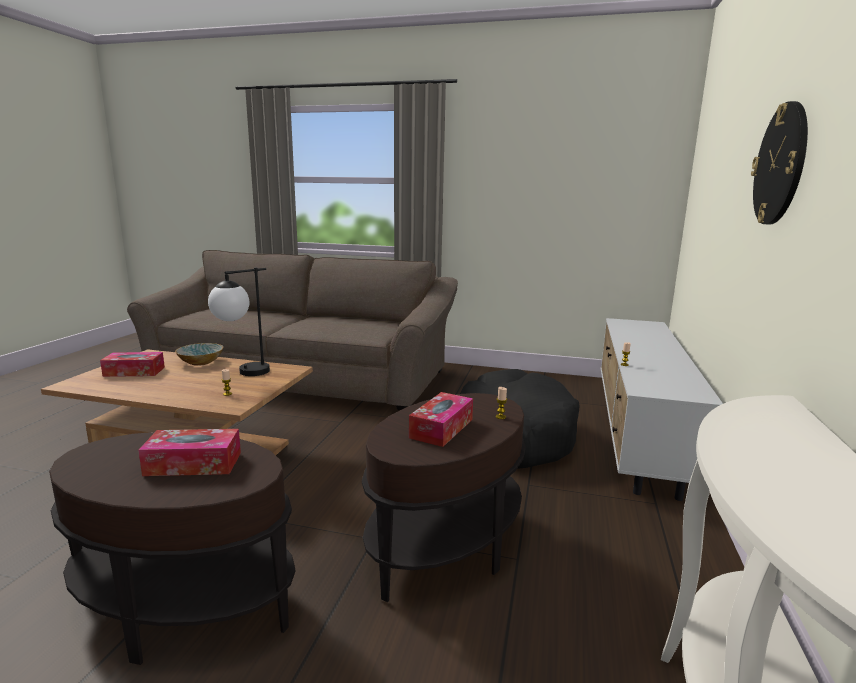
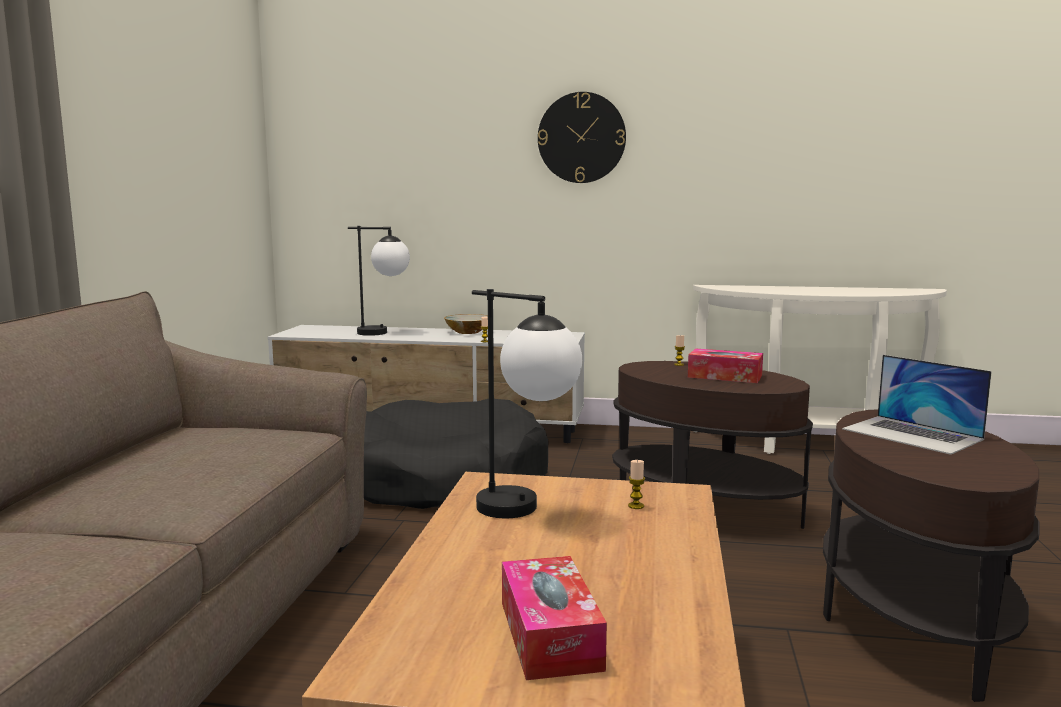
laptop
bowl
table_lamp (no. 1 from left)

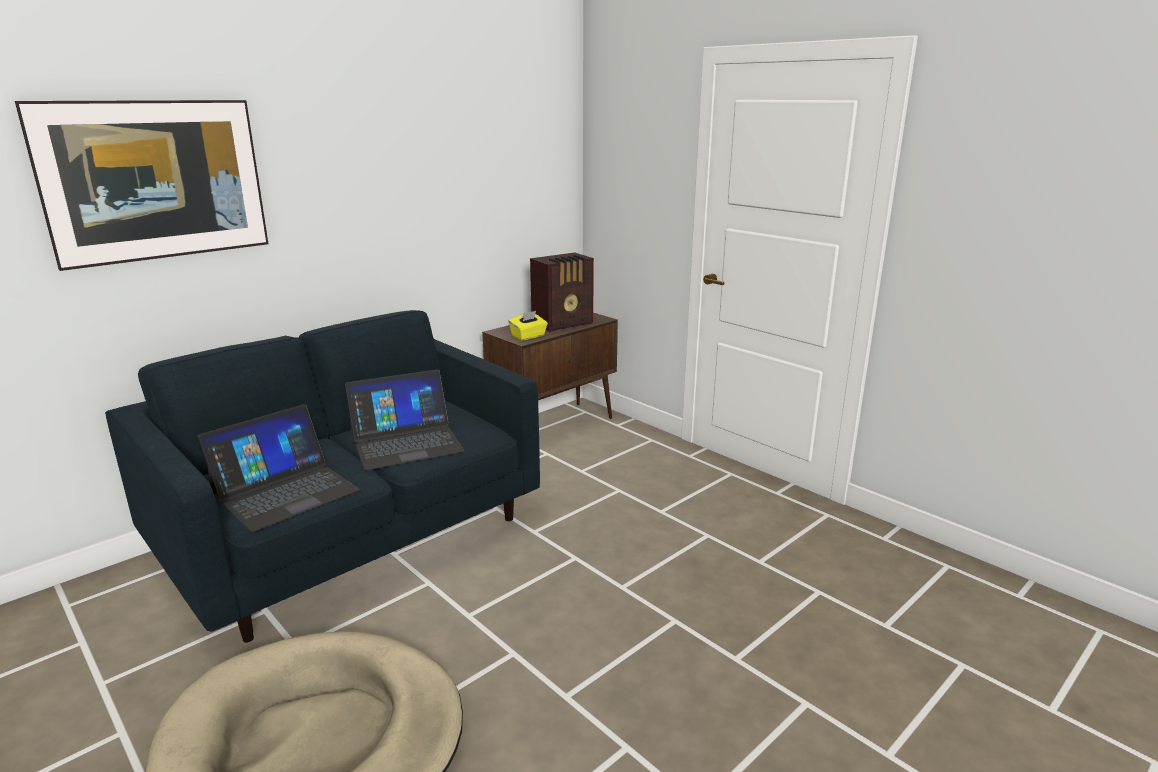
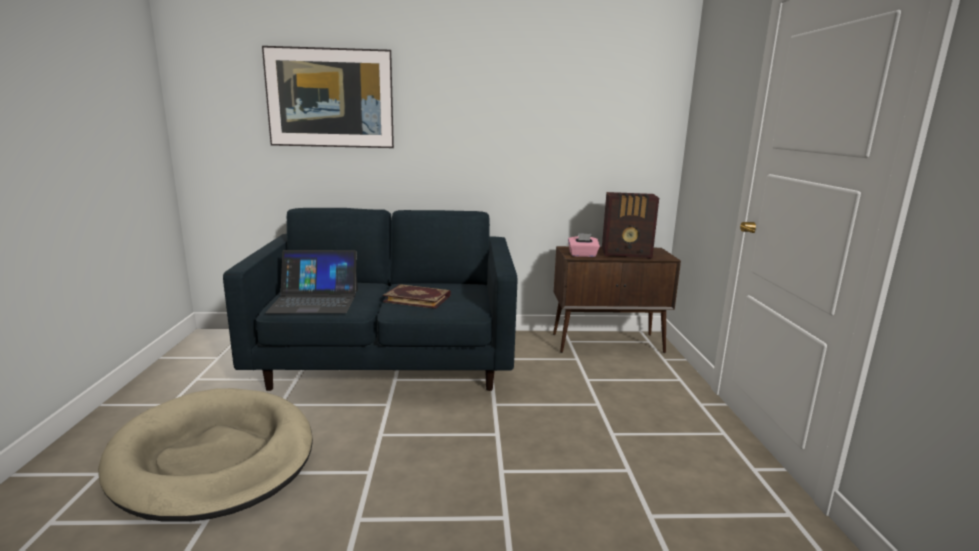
book
pink_tissue_box

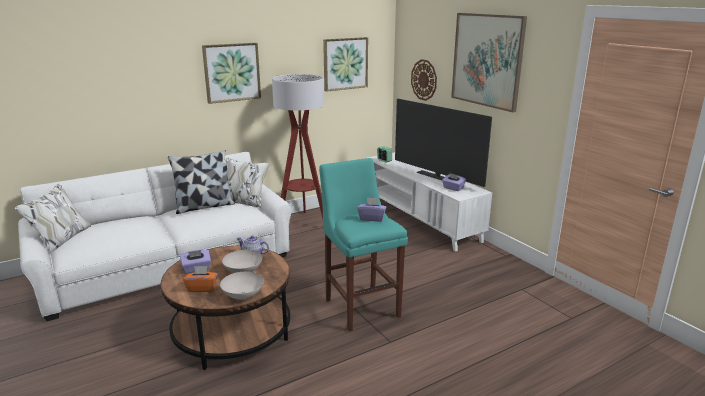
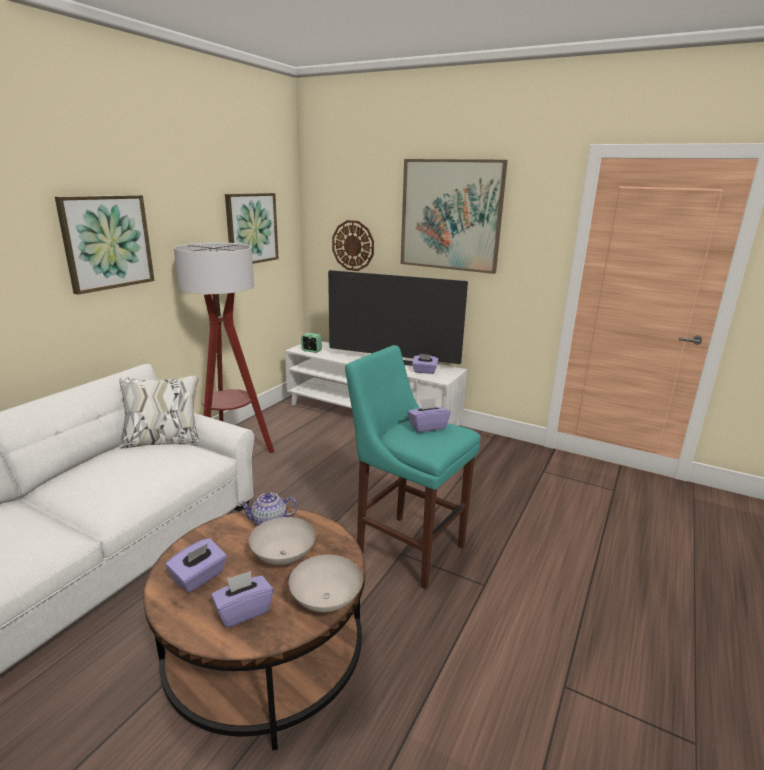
pillow
purple_tissue_box (no. 2 from left)

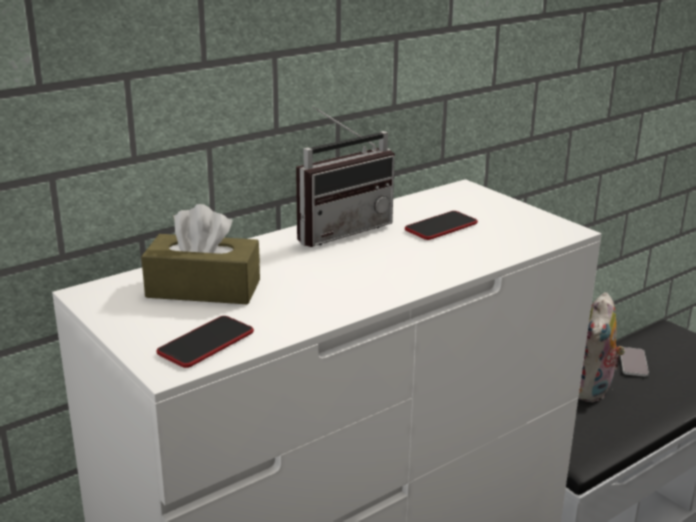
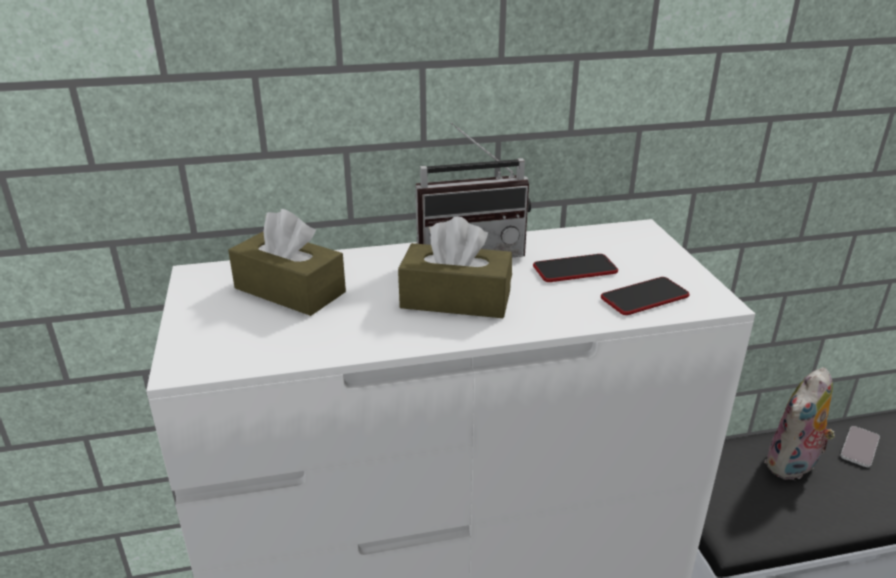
phone (no. 2 from left)
brown_tissue_box (no. 2 from left)

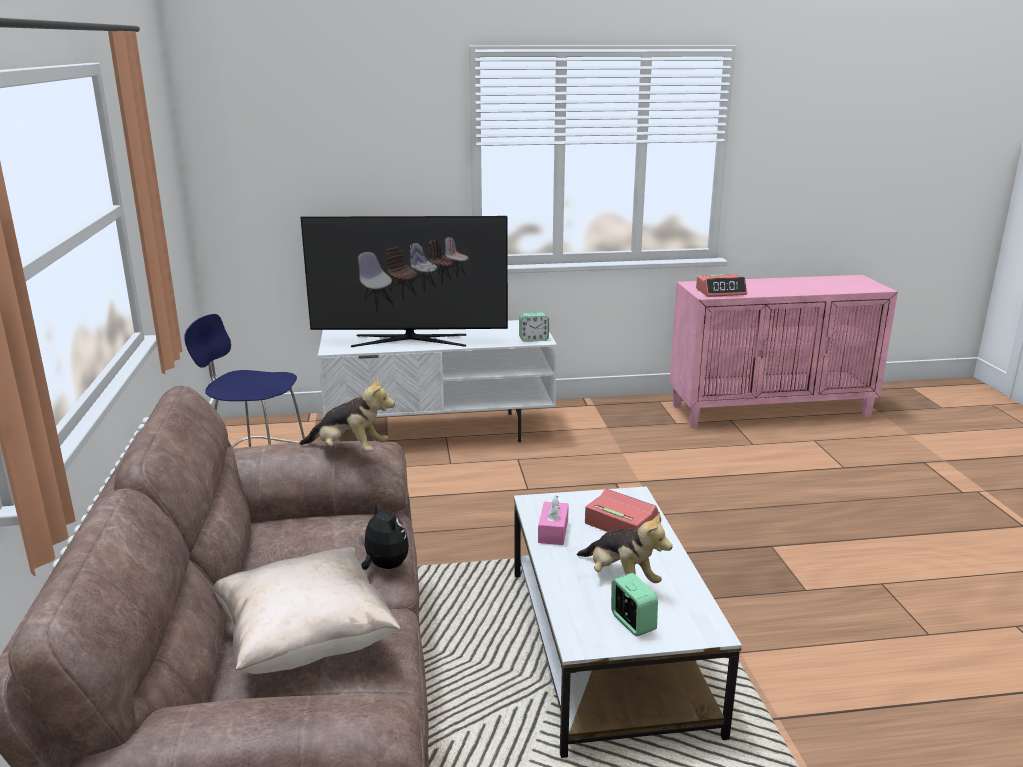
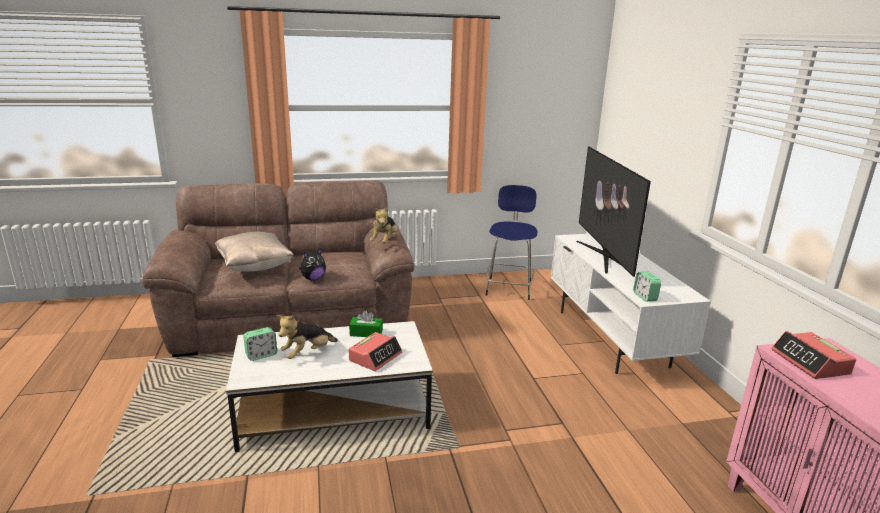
green_tissue_box

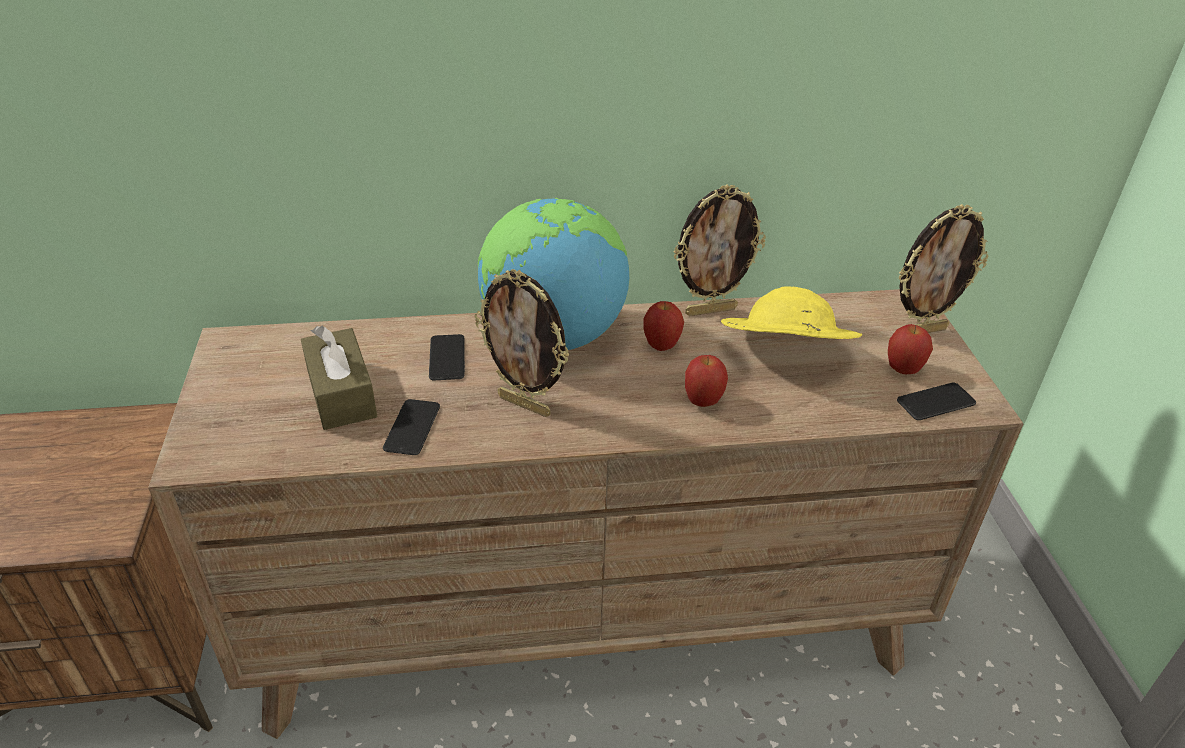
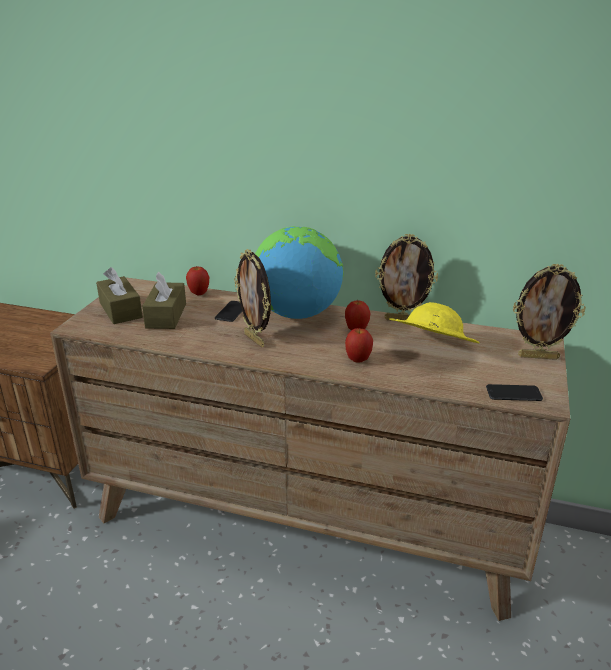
phone (no. 1 from left in the first image)
apple (no. 1 from left)
brown_tissue_box (no. 1 from left)

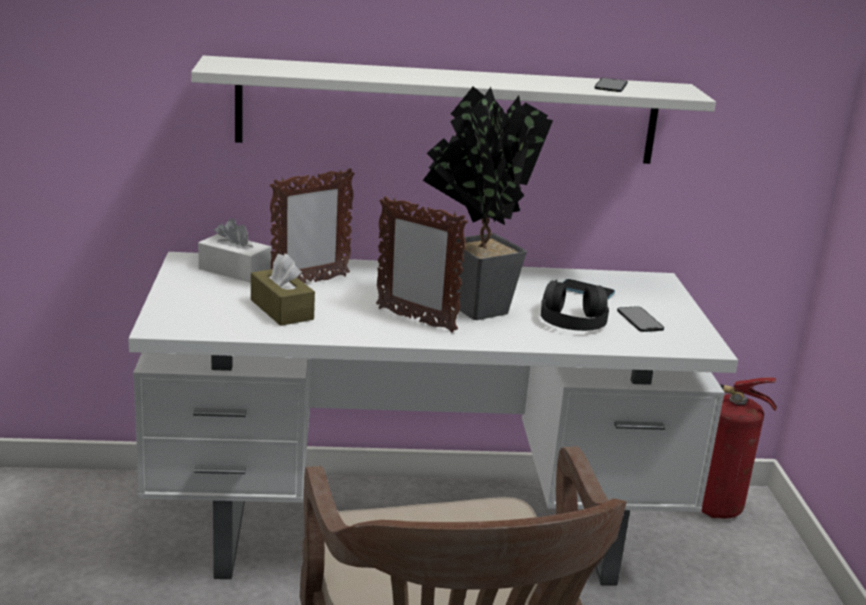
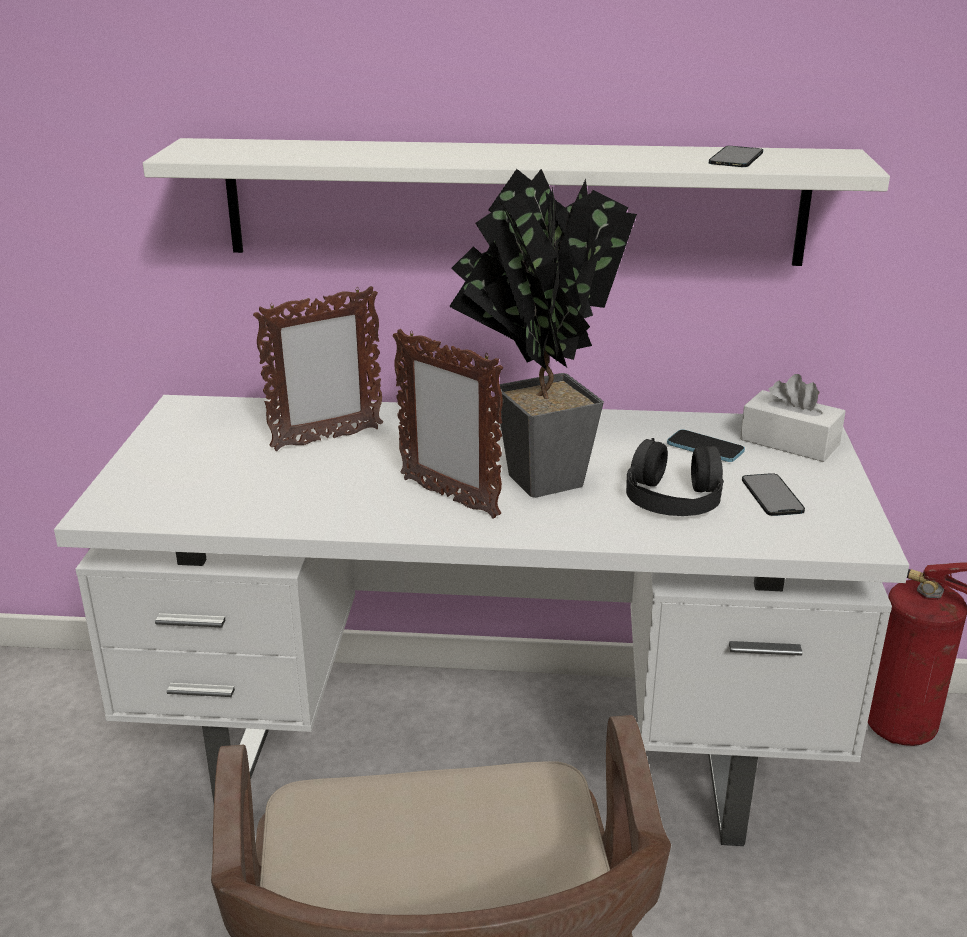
white_tissue_box
brown_tissue_box

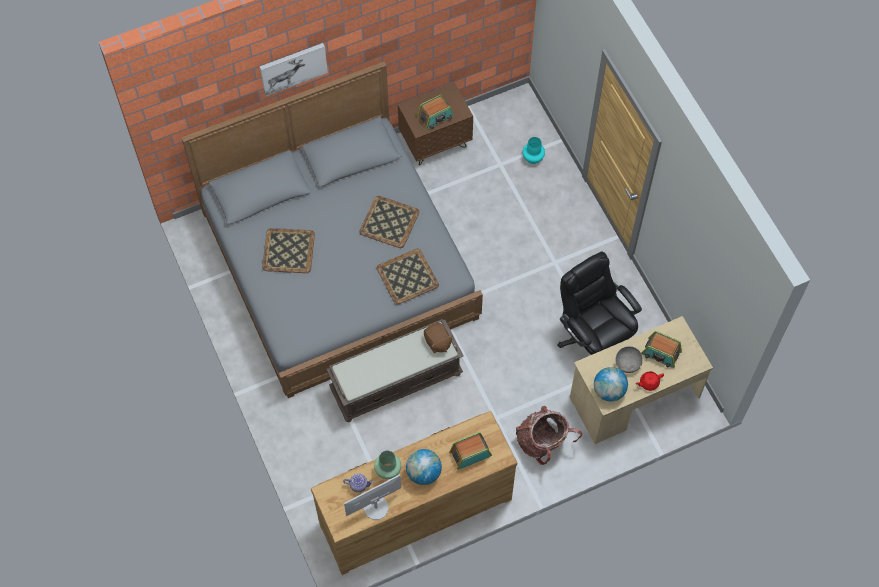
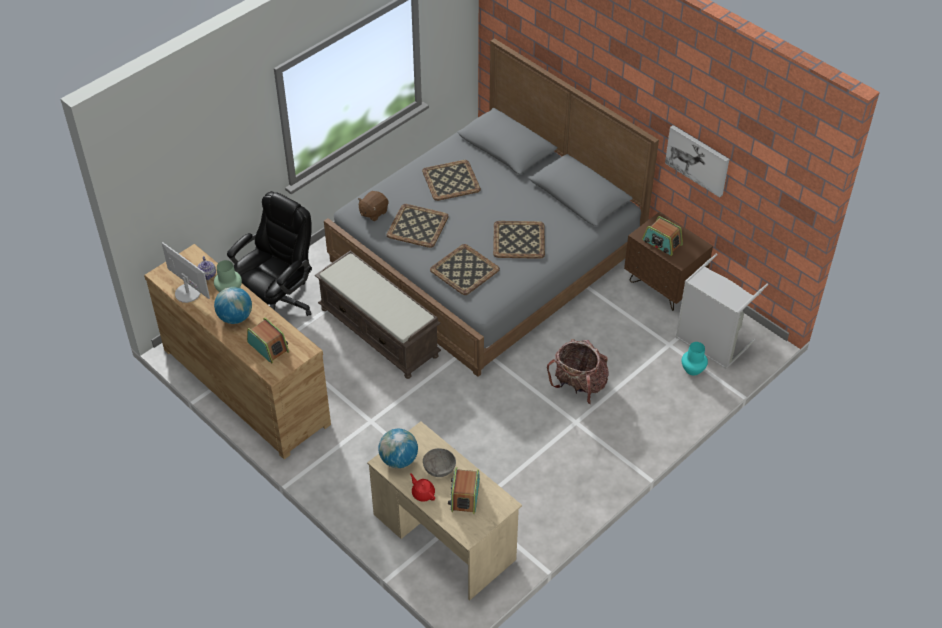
picture
brown_plush_toy
backpack
black_office_chair
tray (no. 1 from left)
grey_laundry_basket

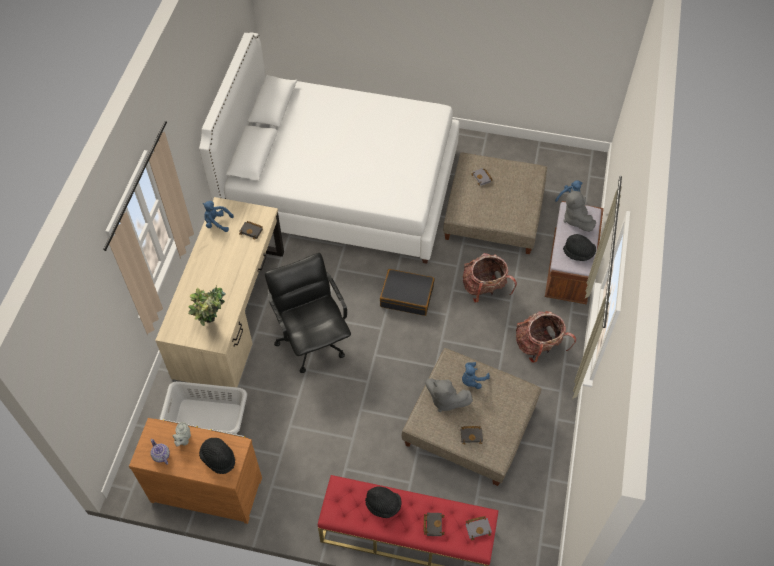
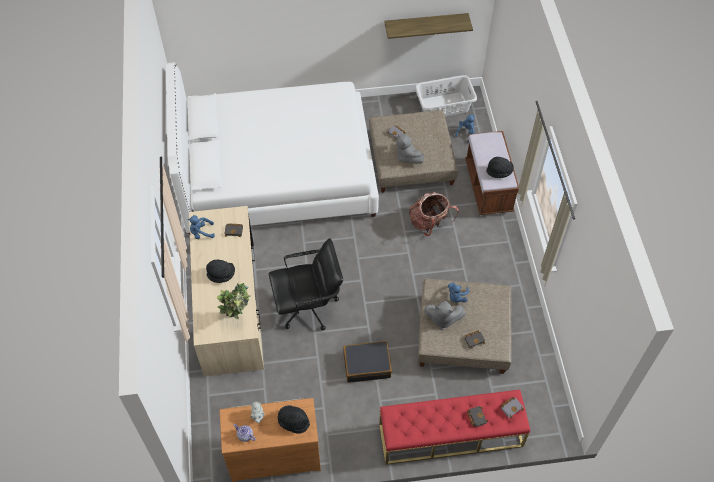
grey_laundry_basket
black_office_chair
black_hat (no. 1 from left)
black_suitcase
backpack (no. 2 from left in the first image)
grey_plush_toy (no. 1 from left)
shelf

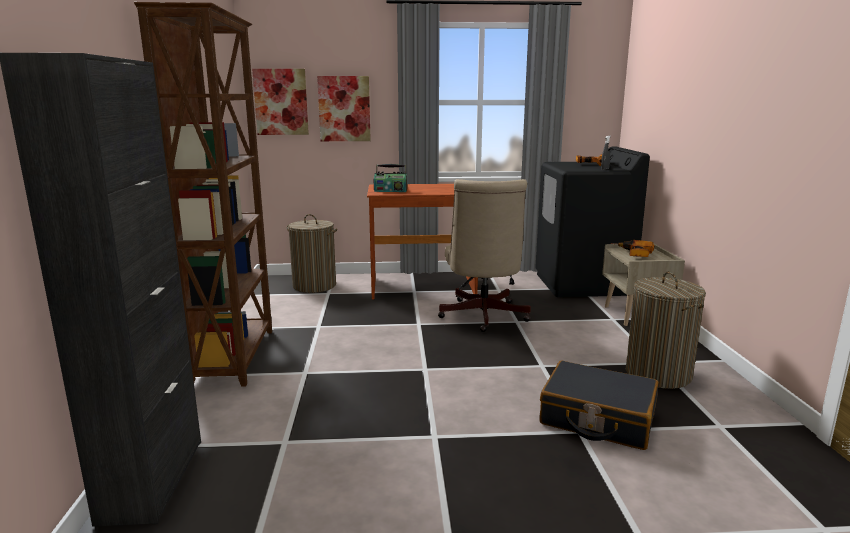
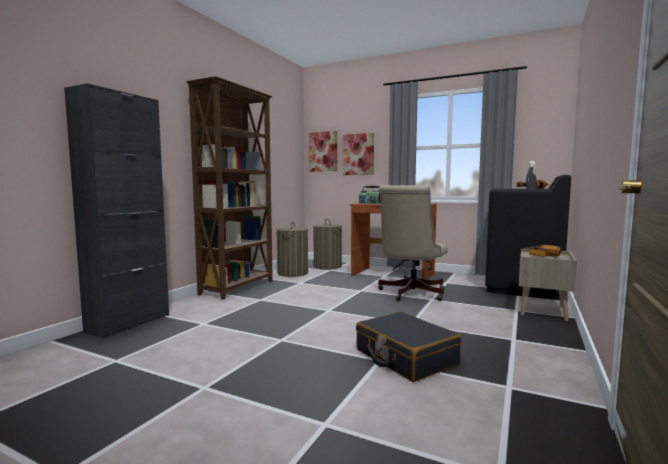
laundry_basket (no. 1 from left)

